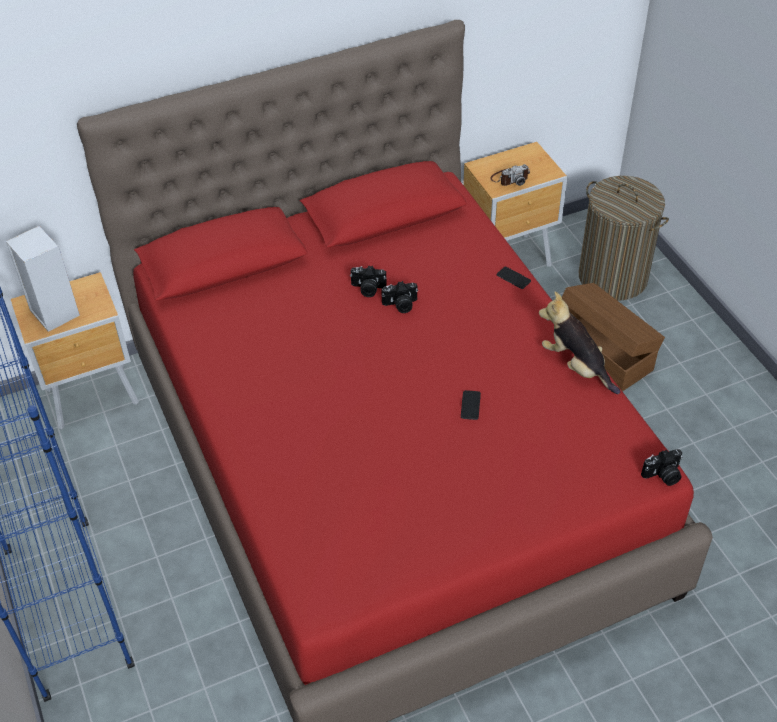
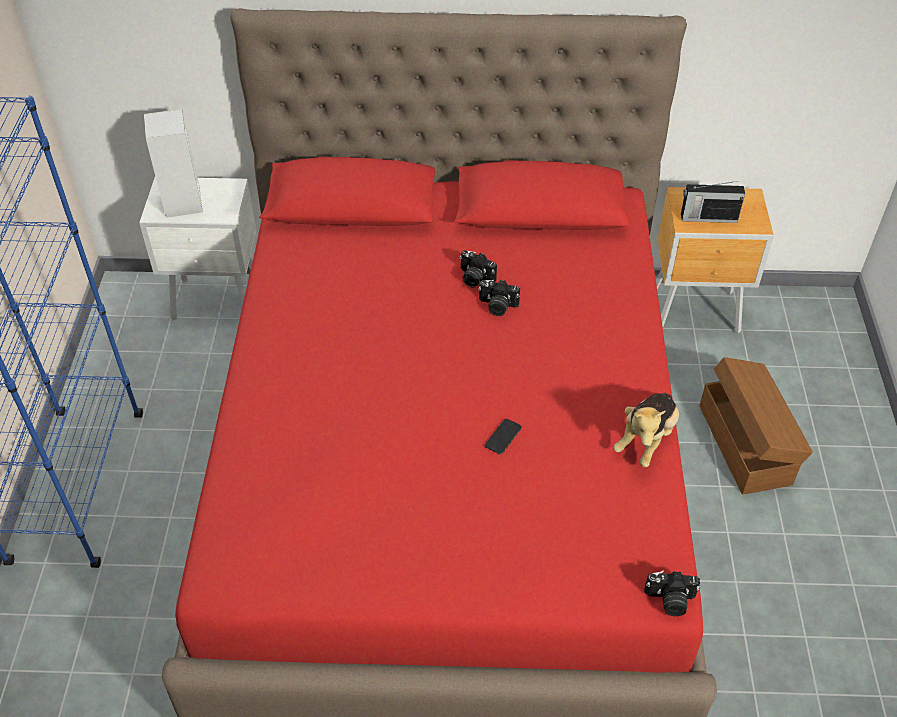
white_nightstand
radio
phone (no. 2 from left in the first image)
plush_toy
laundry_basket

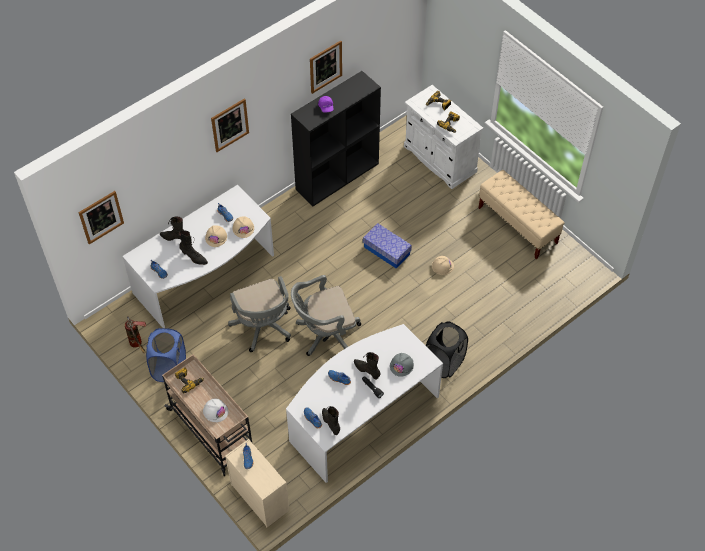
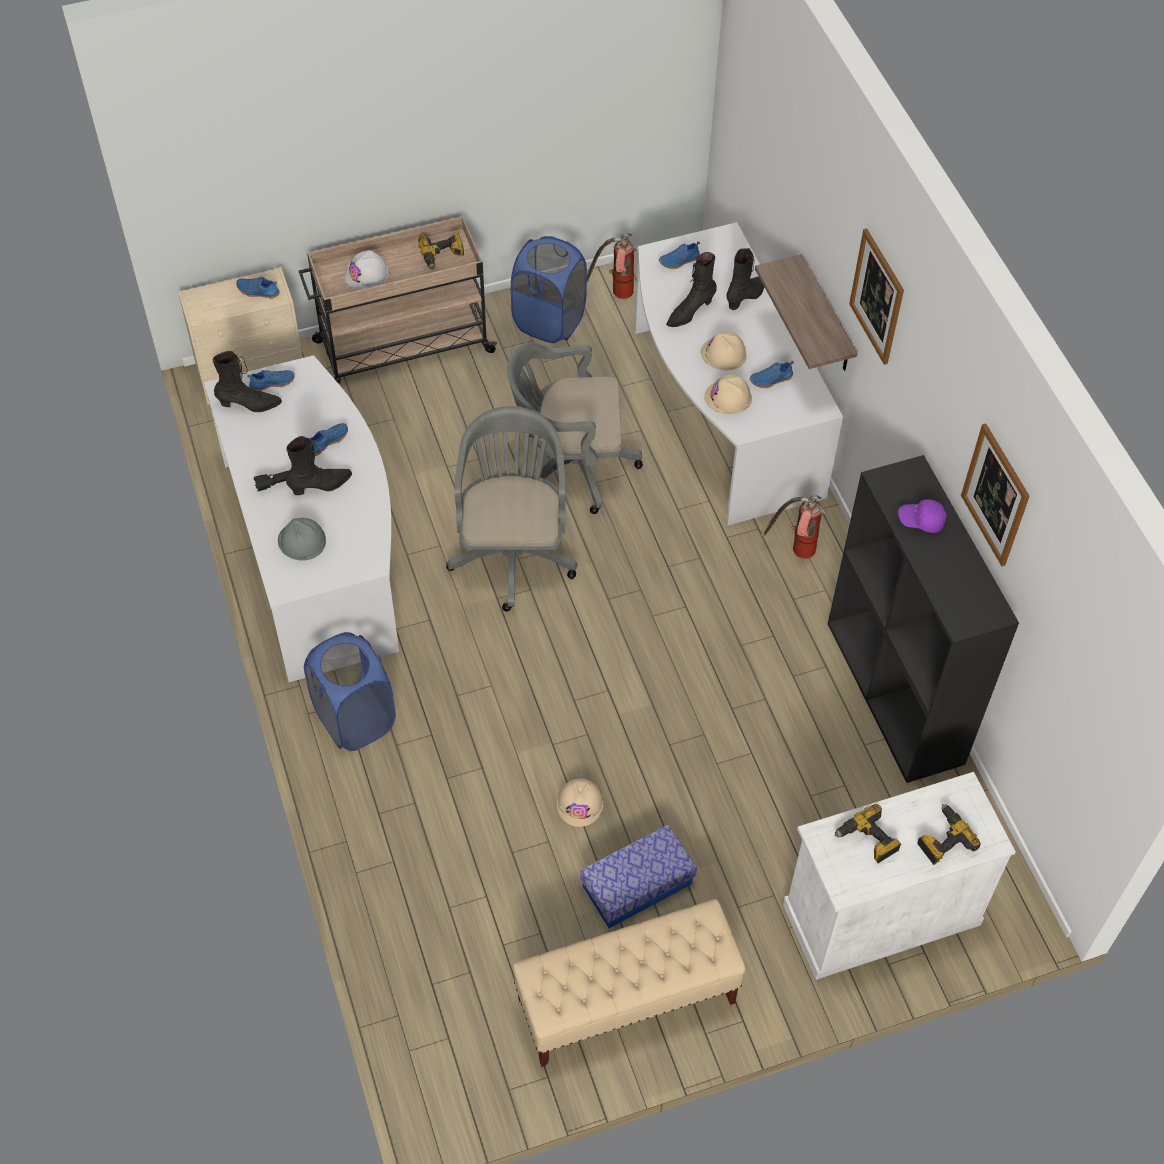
picture (no. 1 from left in the first image)
storage_box
blue_laundry_basket (no. 1 from left)
shelf
fire_extinguisher (no. 2 from left)

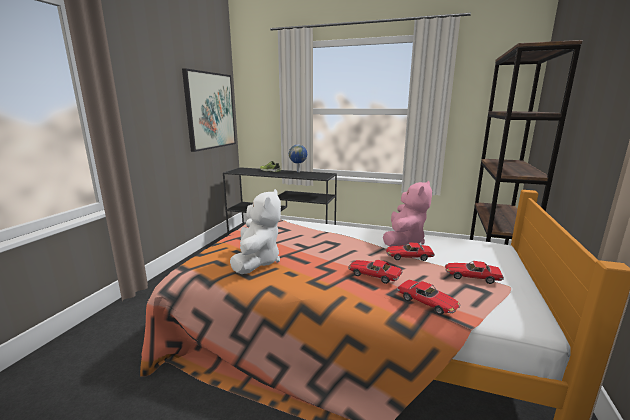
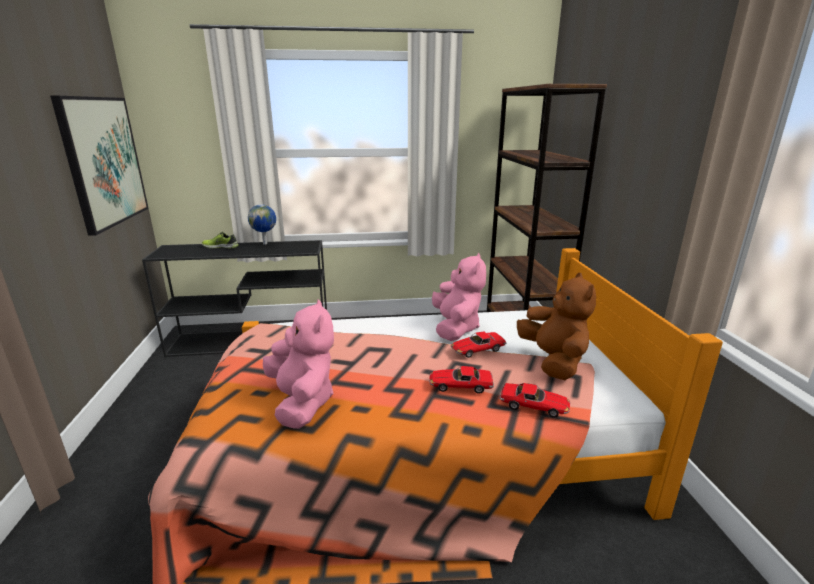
pink_plush_toy (no. 1 from left)
brown_plush_toy

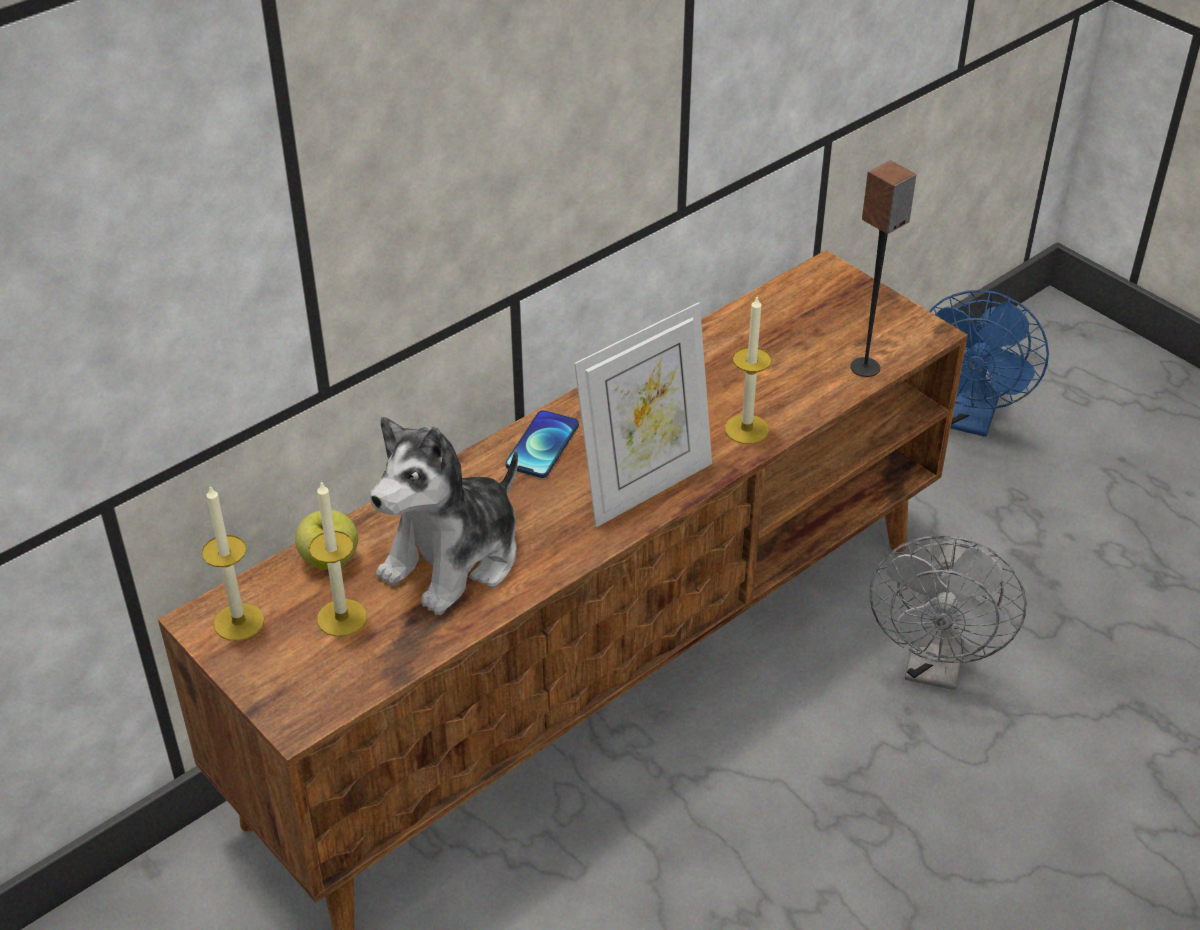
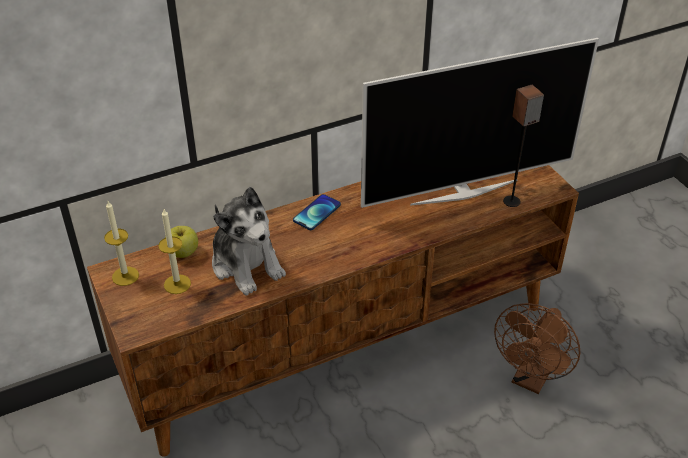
plush_toy
picture_frame
candle (no. 3 from left in the first image)
brown_fan
blue_fan
television

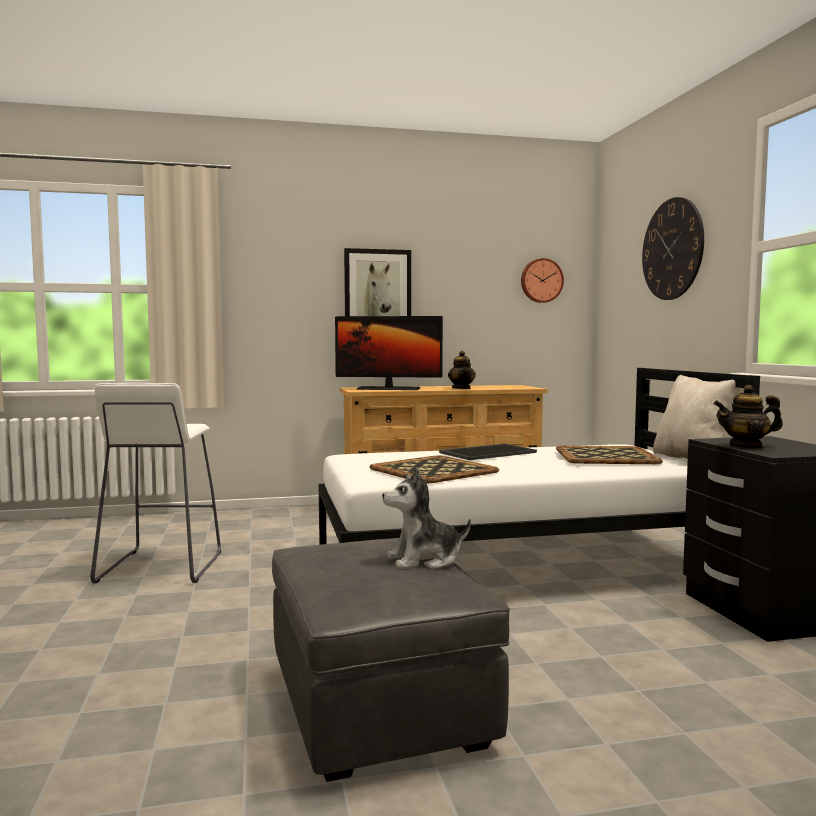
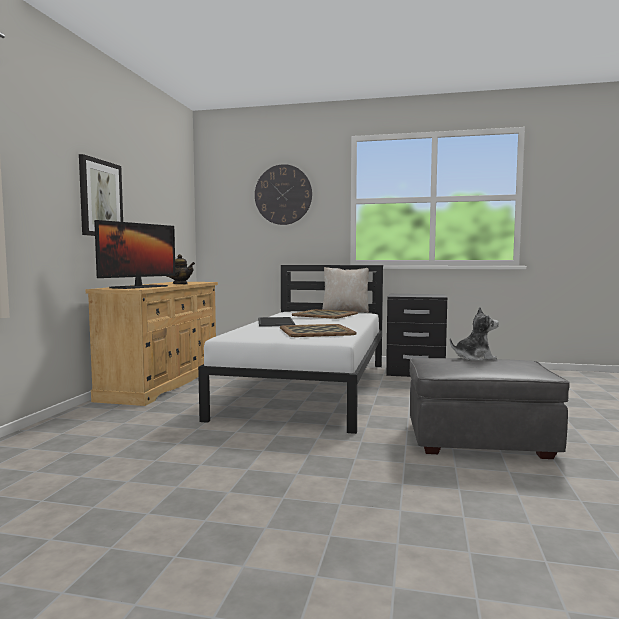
white_stool
plush_toy
wall_clock (no. 1 from left in the first image)
teapot (no. 2 from left in the first image)

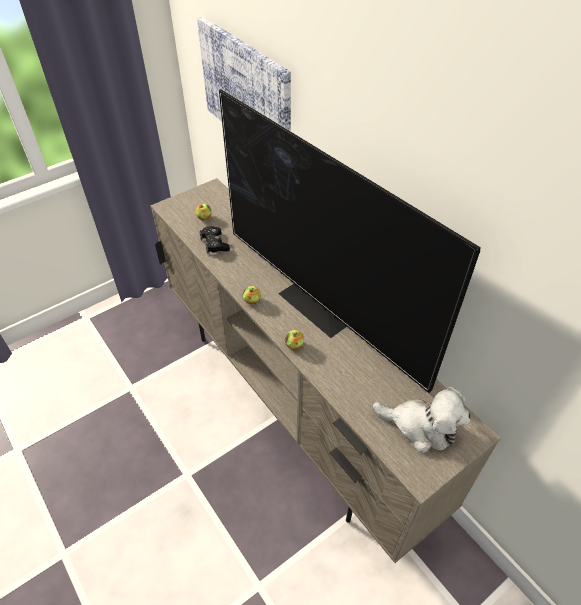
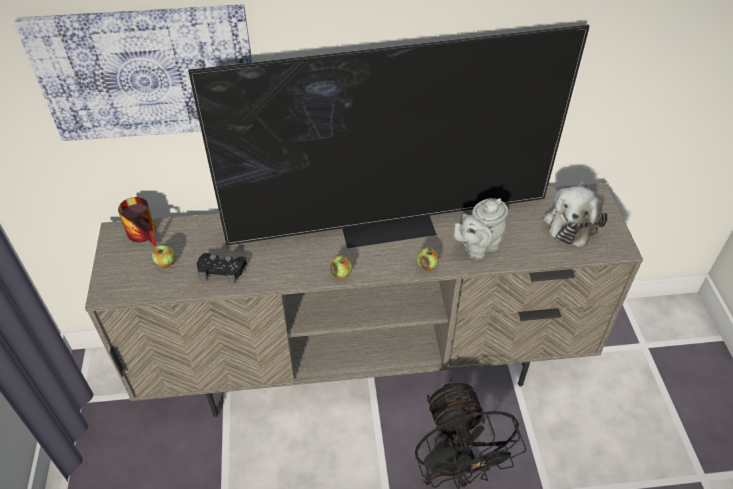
plush_toy
mug
black_fan
grey_teapot

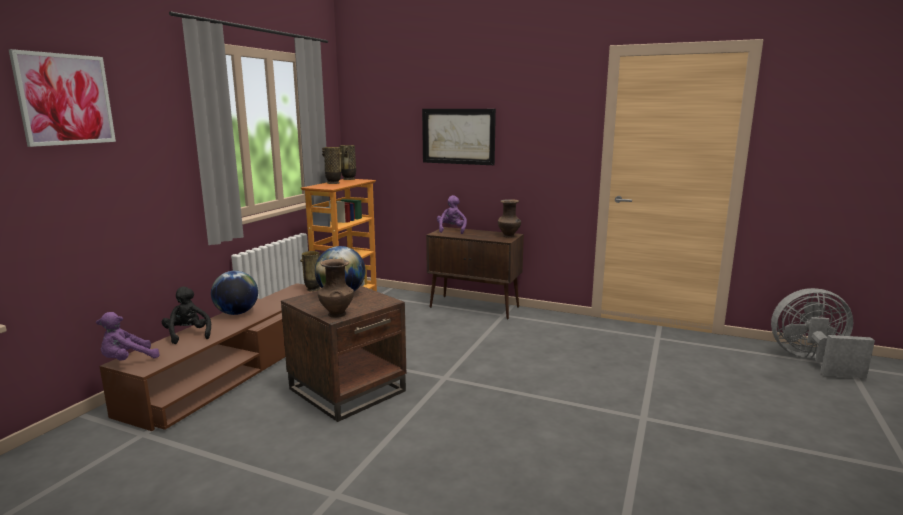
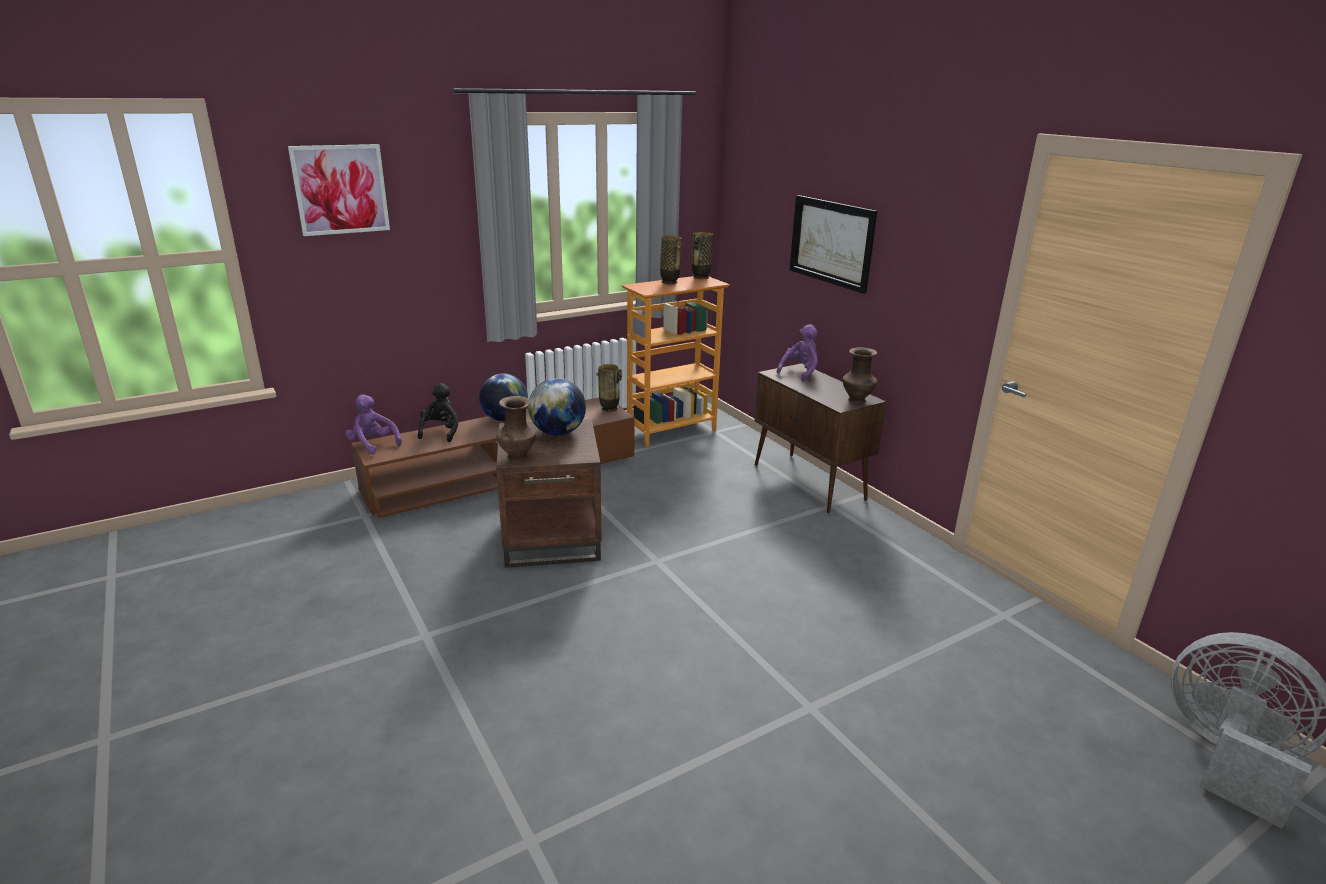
purple_plush_toy (no. 1 from left)

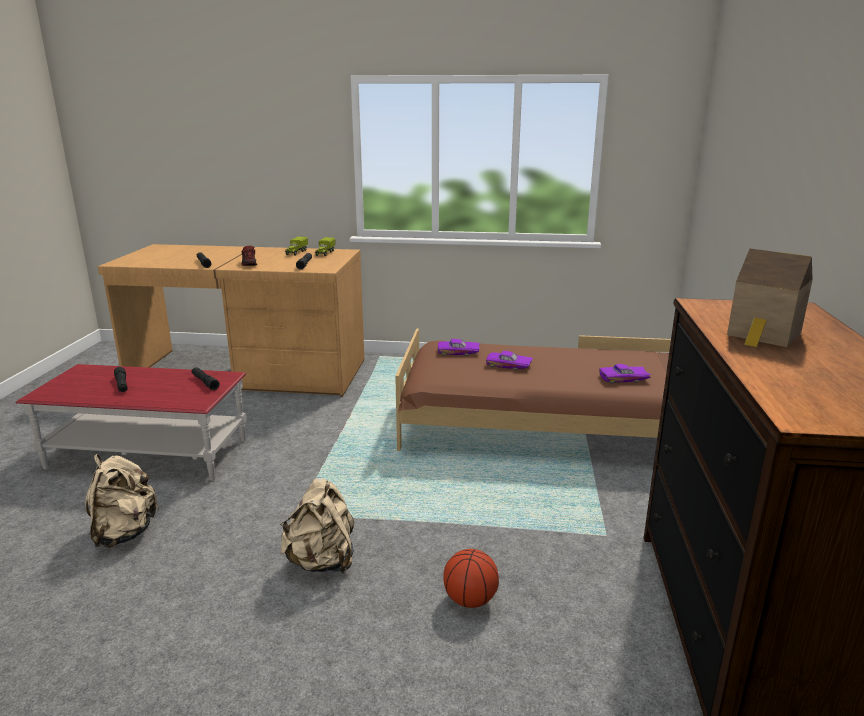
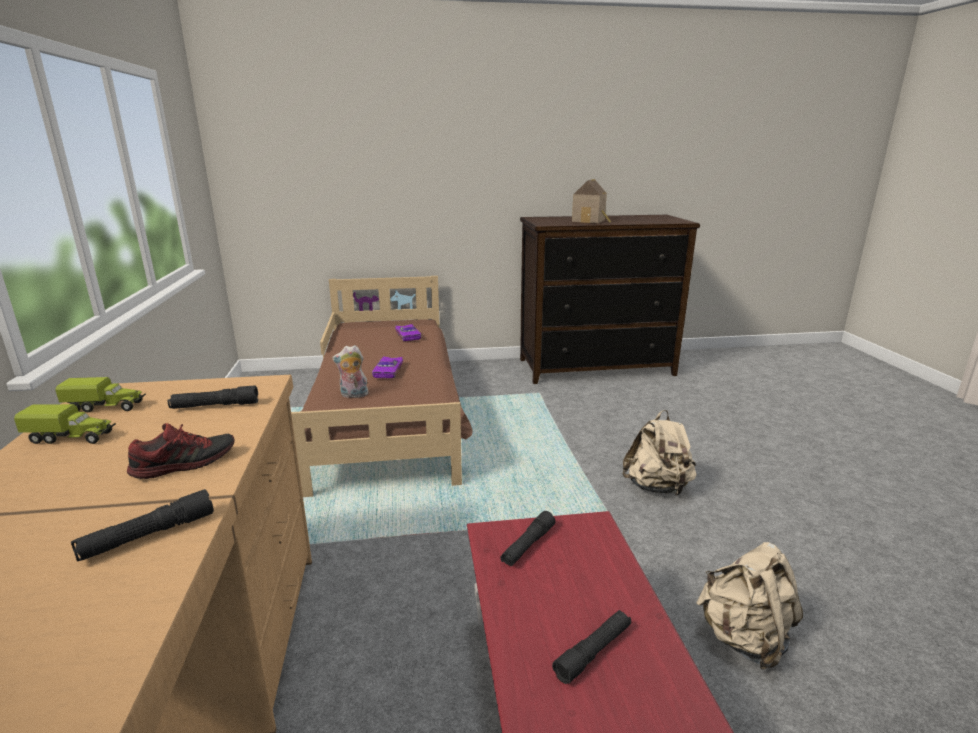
plush_toy
basketball

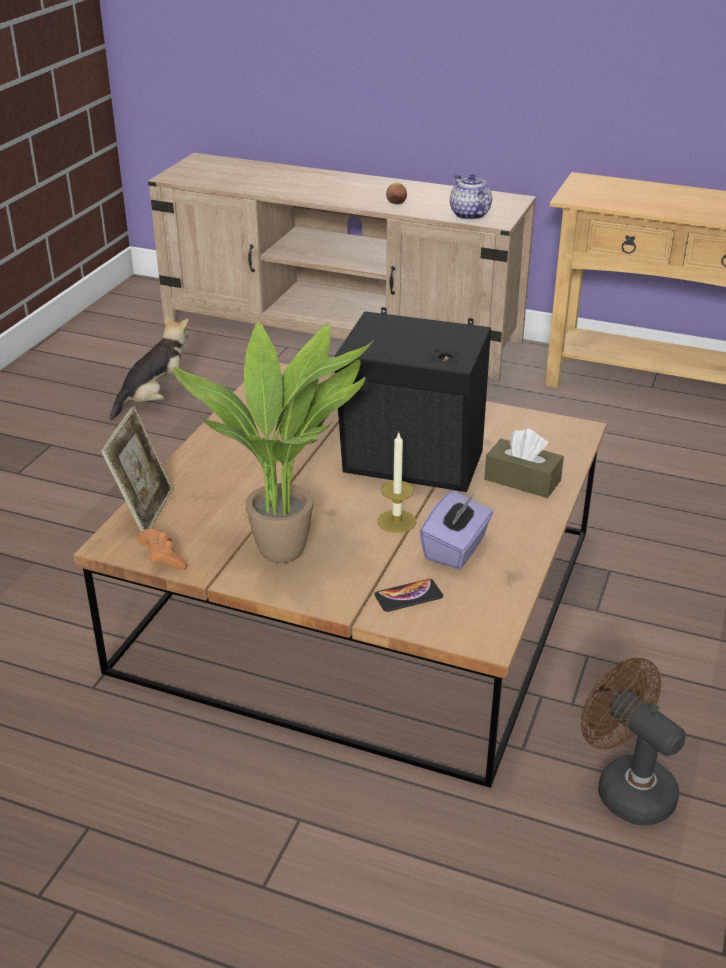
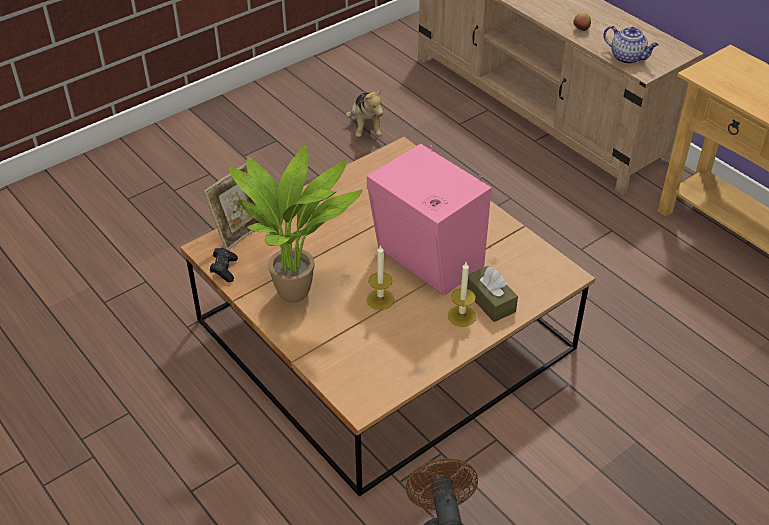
plush_toy
black_game_controller
pink_speaker
phone
purple_tissue_box
teapot
candle (no. 2 from left)

